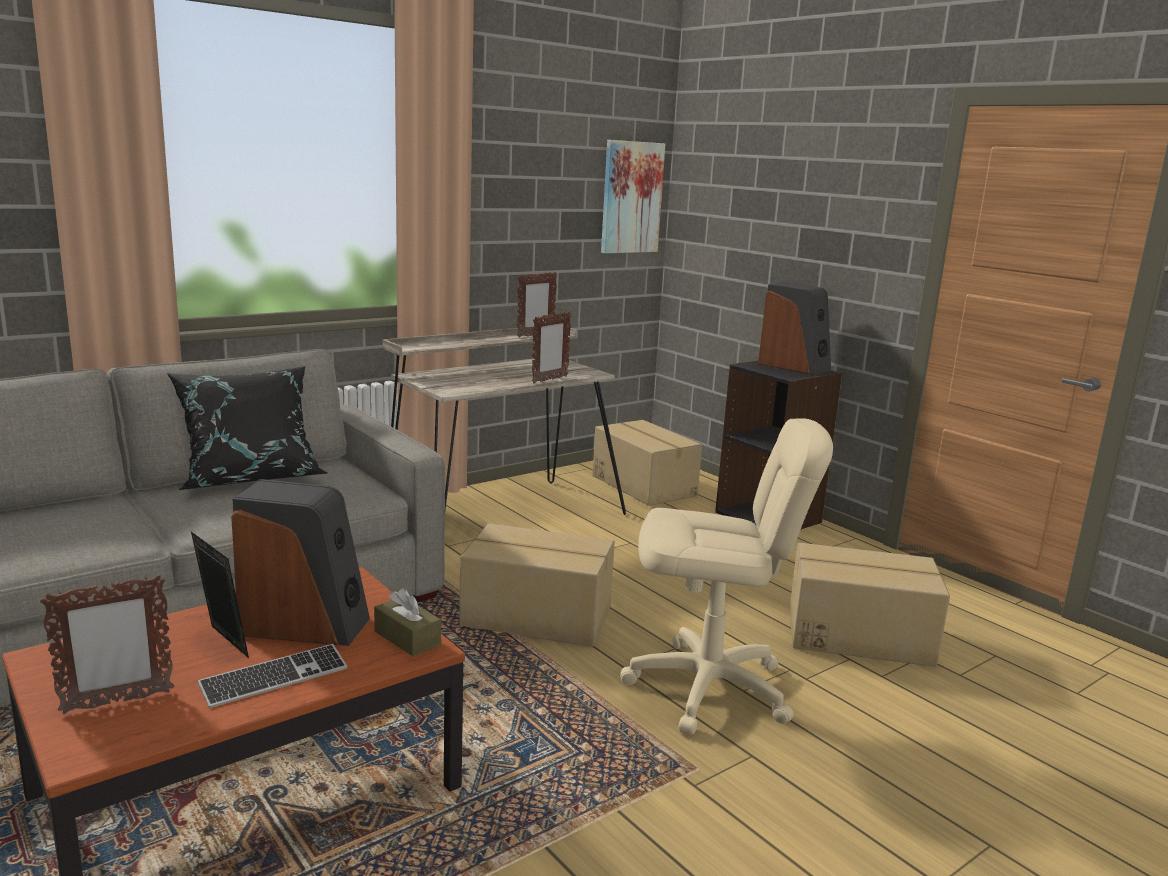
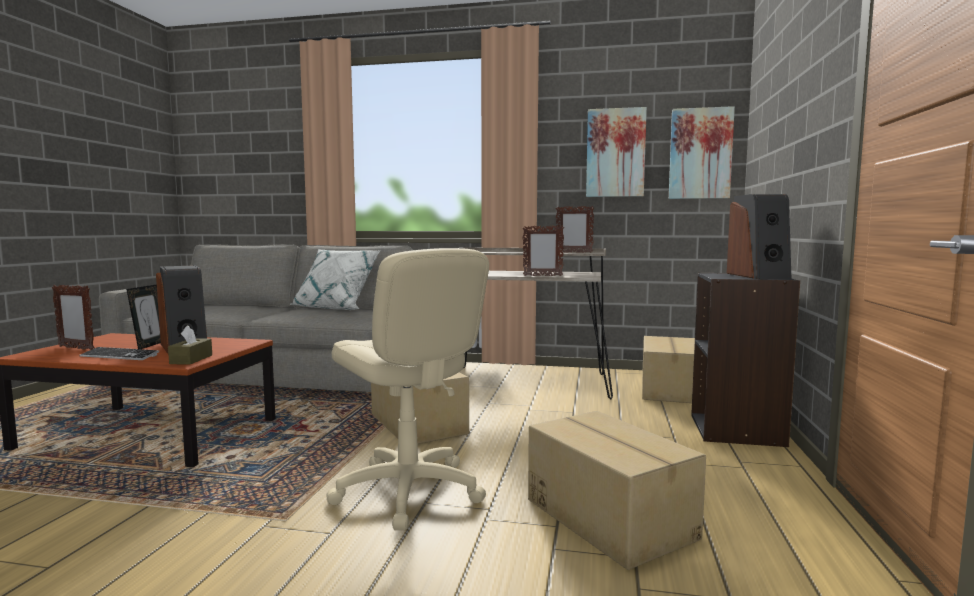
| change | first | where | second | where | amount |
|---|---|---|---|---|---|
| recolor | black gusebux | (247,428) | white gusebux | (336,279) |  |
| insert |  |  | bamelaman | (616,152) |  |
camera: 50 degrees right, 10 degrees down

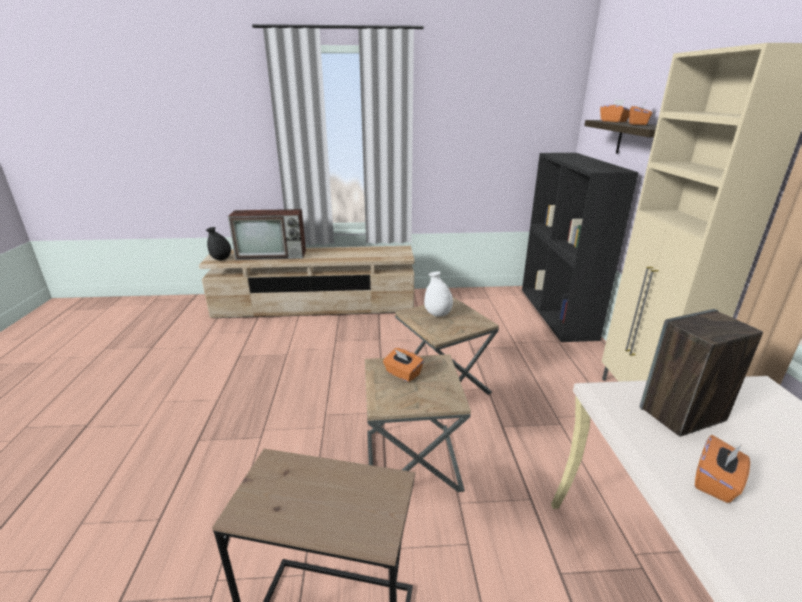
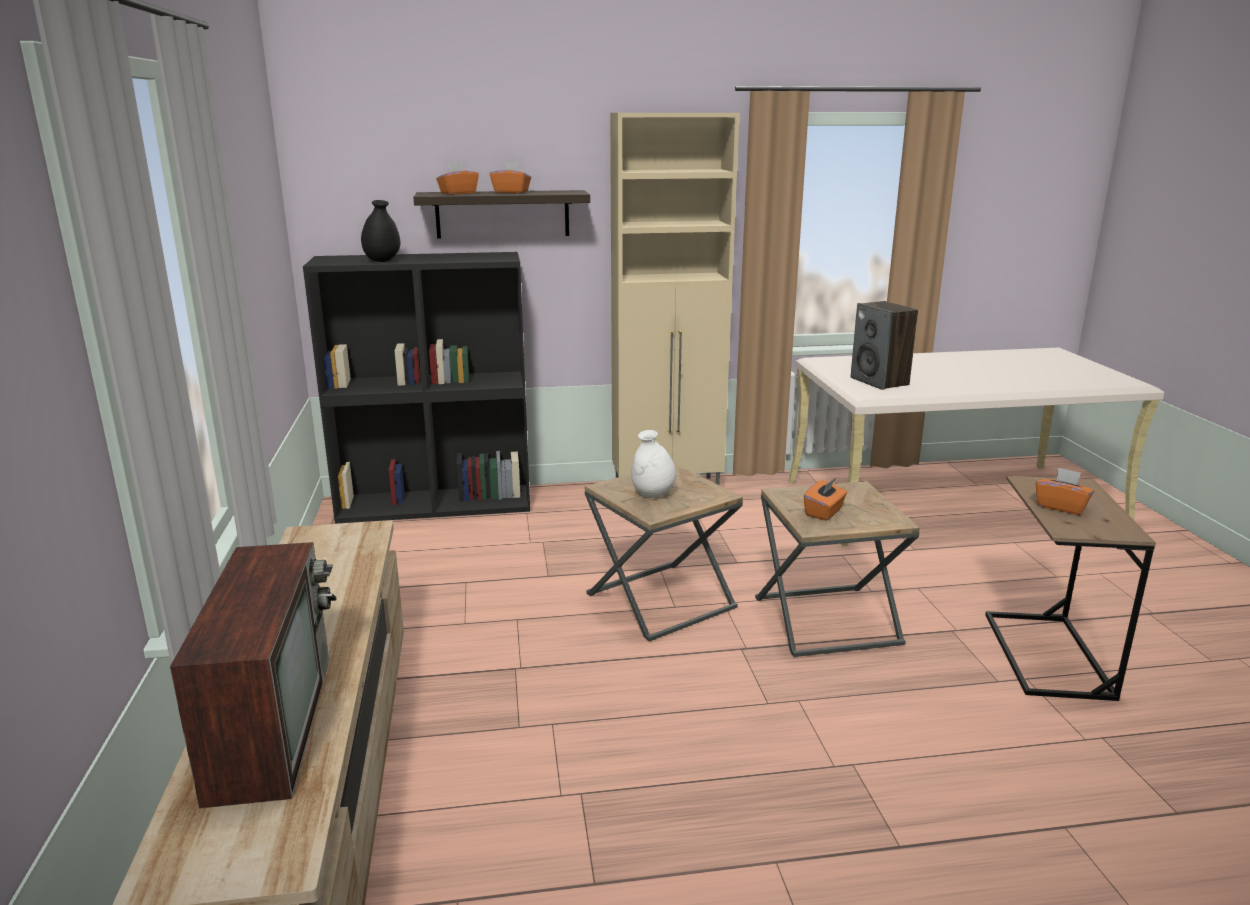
| change | first | where | second | where | amount |
|---|---|---|---|---|---|
| move | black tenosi | (218,244) |  | (381,231) |  |
| move | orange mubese | (722,469) |  | (1065,491) |  |
camera: 95 degrees left, 5 degrees down

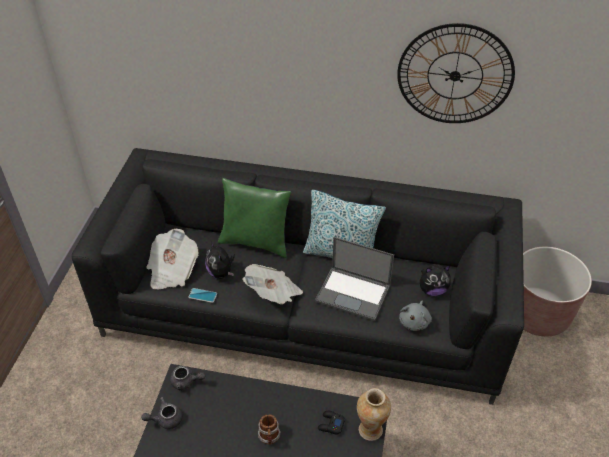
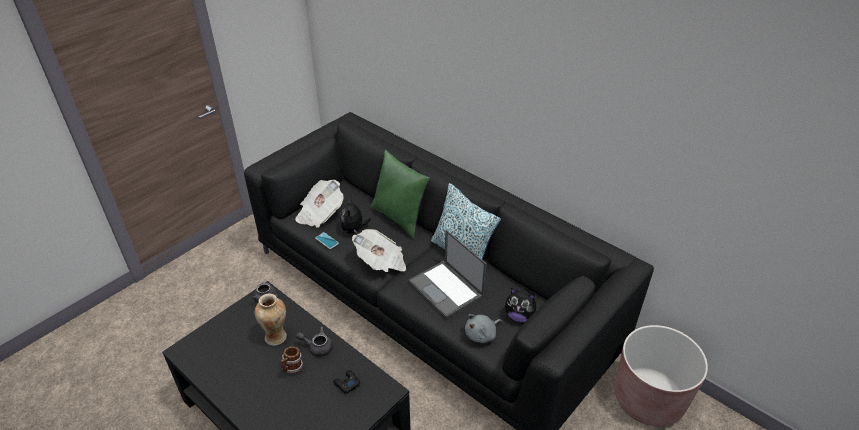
| change | first | where | second | where | amount |
|---|---|---|---|---|---|
| delete | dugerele | (456,73) |  |  |  |
| move | tenosi | (374,414) |  | (271,320) |  |
| move | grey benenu | (162,413) |  | (314,342) |  |
camera: 30 degrees right, 5 degrees down

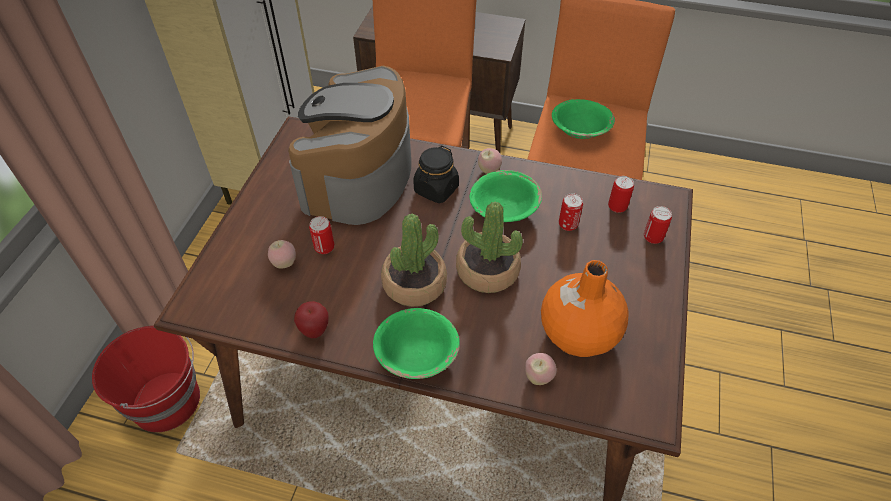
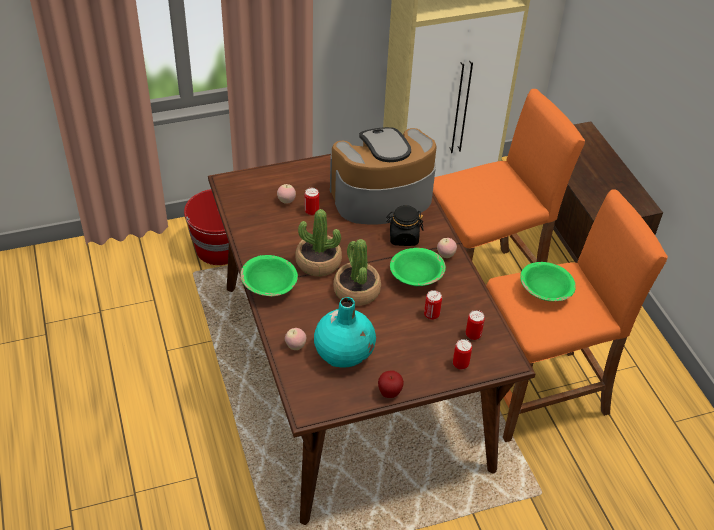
| change | first | where | second | where | amount |
|---|---|---|---|---|---|
| recolor | orange tenosi | (585,308) | turquoise tenosi | (345,332) |  |
| move | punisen | (311,319) |  | (391,384) |  |
camera: 55 degrees right, 5 degrees down

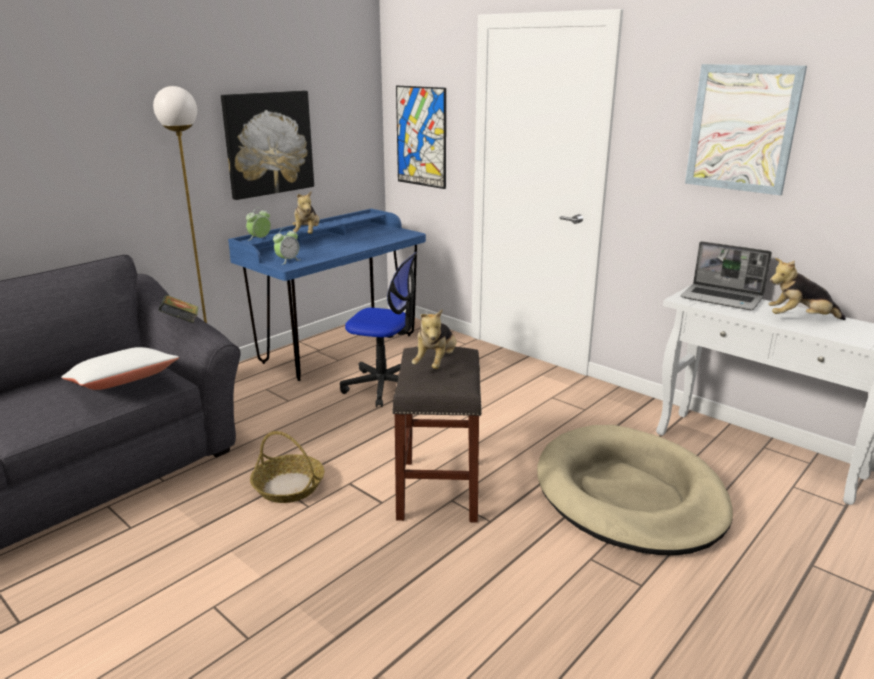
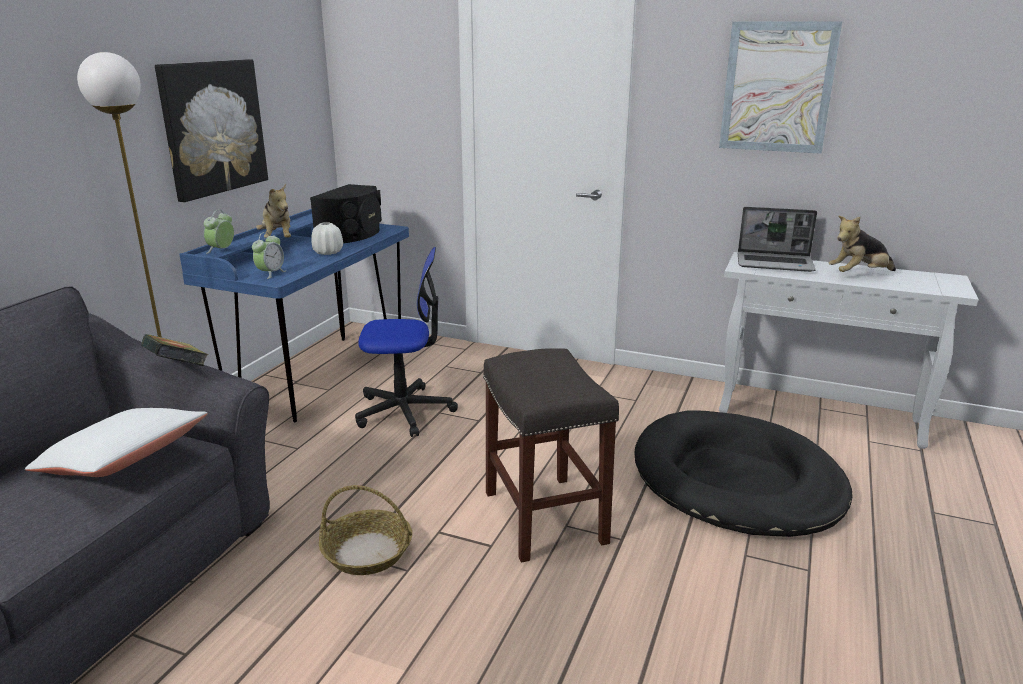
| change | first | where | second | where | amount |
|---|---|---|---|---|---|
| delete | bamelaman | (421,137) |  |  |  |
| delete | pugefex | (434,339) |  |  |  |
| recolor | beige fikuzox | (635,490) | black fikuzox | (744,473) |  |
| insert |  |  | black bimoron | (346,214) |  |
| insert |  |  | white tenosi | (327,238) |  |
camera: 20 degrees left, 0 degrees up

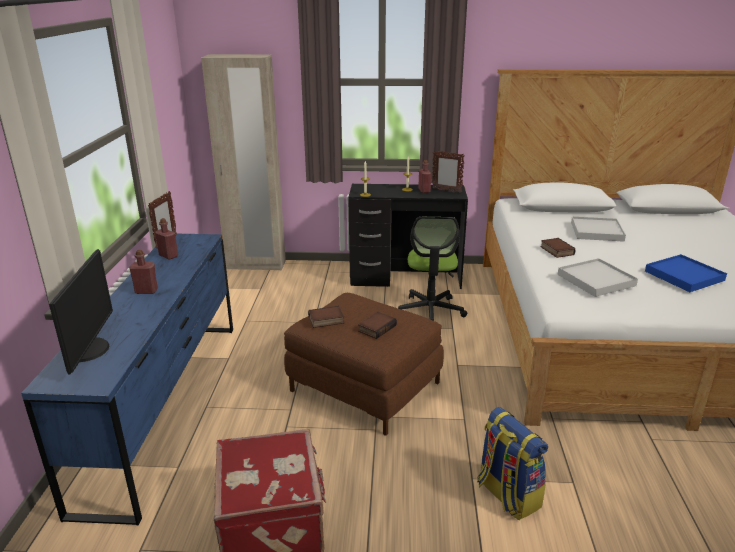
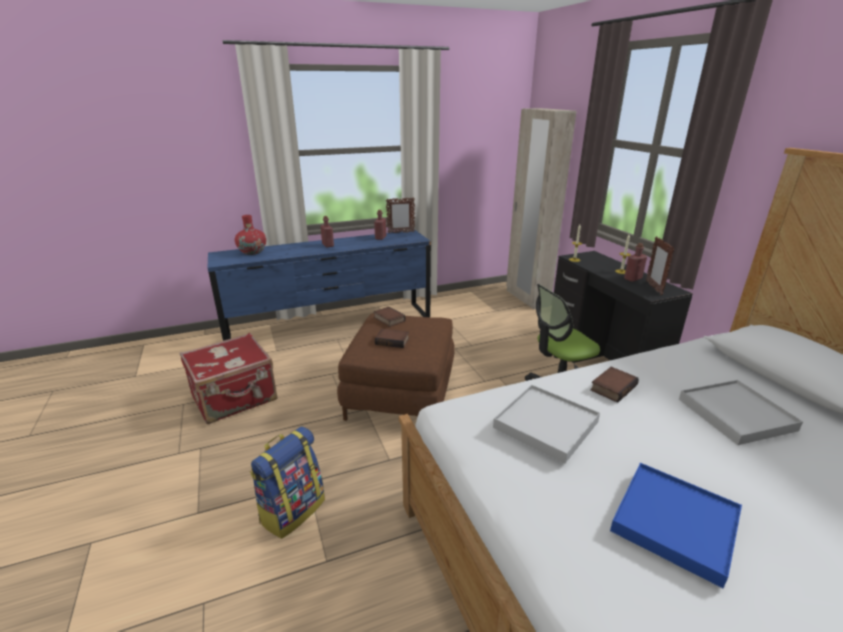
| change | first | where | second | where | amount |
|---|---|---|---|---|---|
| replace | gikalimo | (81,311) | red tenosi | (250,235) |  |
camera: 65 degrees right, 0 degrees up

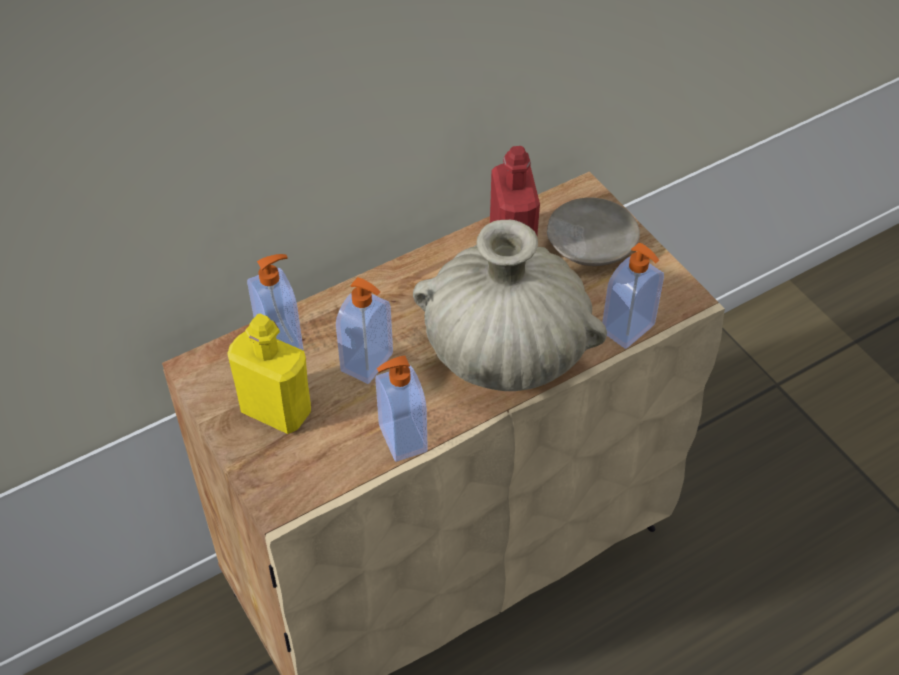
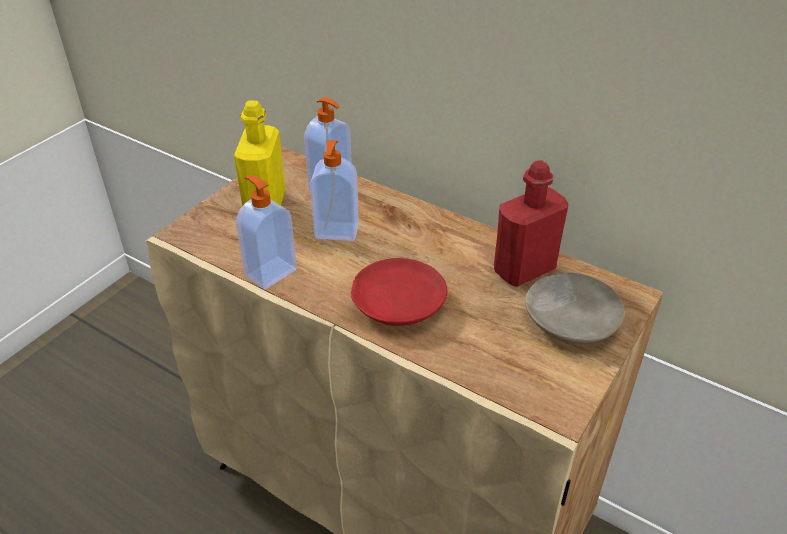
| change | first | where | second | where | amount |
|---|---|---|---|---|---|
| replace | beige tenosi | (510,305) | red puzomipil | (399,292) |  |
| delete | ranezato | (633,296) |  |  |  |
camera: 65 degrees right, 10 degrees down

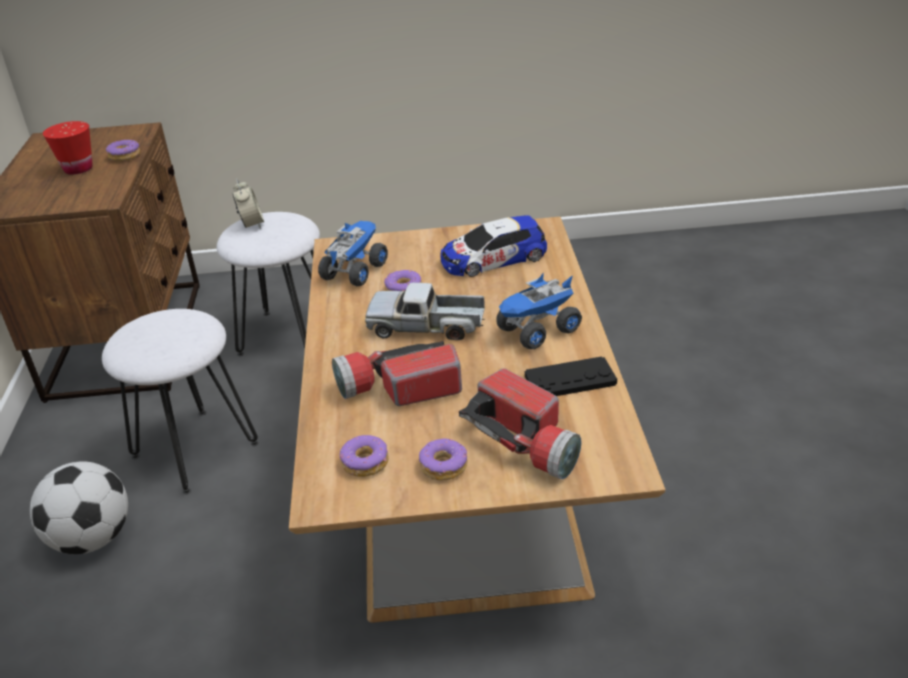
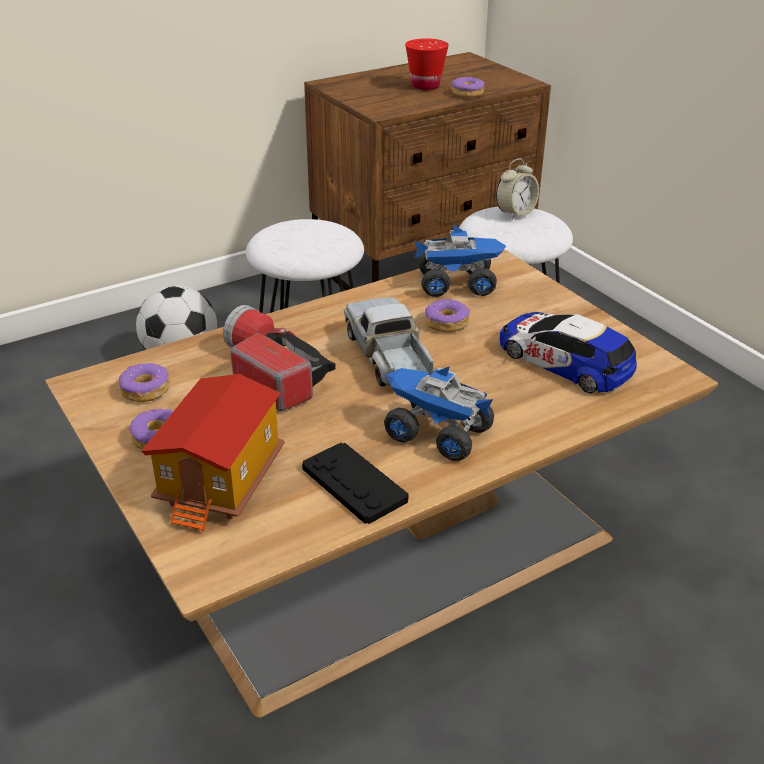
| change | first | where | second | where | amount |
|---|---|---|---|---|---|
| replace | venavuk | (520,424) | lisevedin | (213,453) |  |
camera: 60 degrees right, 0 degrees up

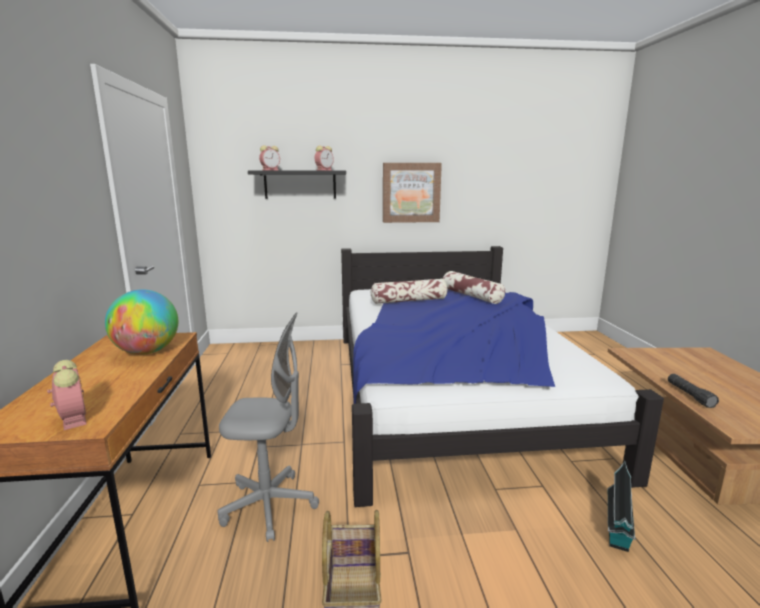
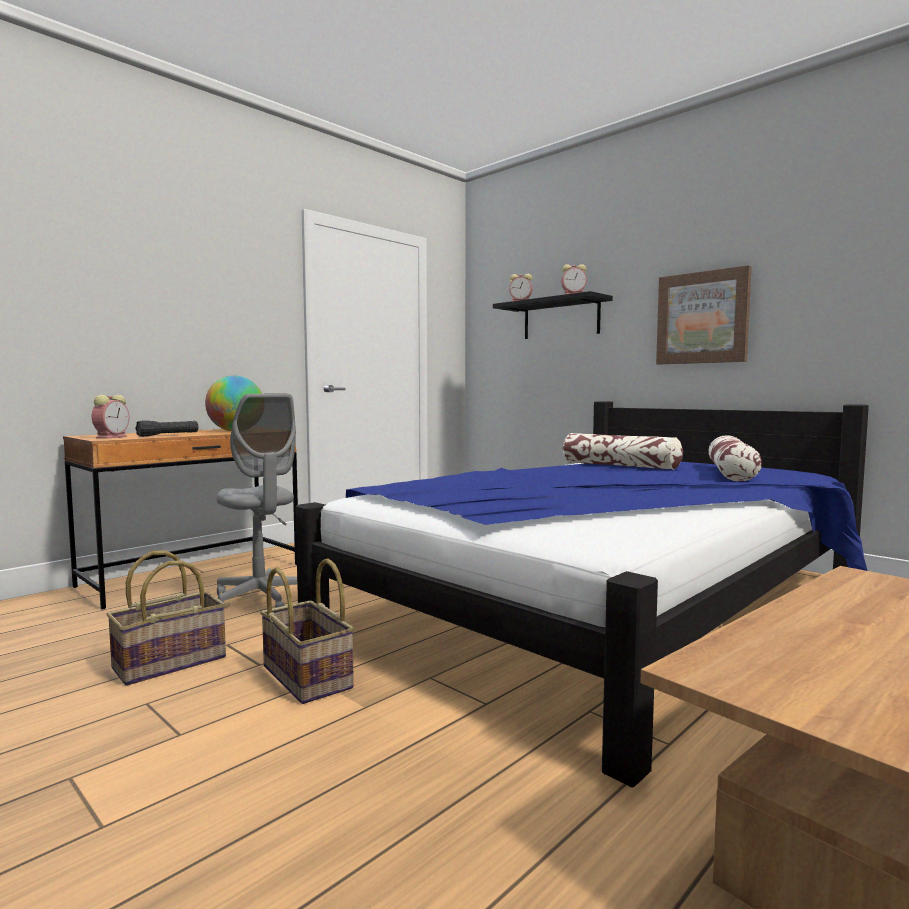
| change | first | where | second | where | amount |
|---|---|---|---|---|---|
| move | black venavuk | (693,391) |  | (167,428) |  |
| delete | lisevedin | (621,506) |  |  |  |
| insert |  |  | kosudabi | (307,631) |  |
camera: 50 degrees right, 10 degrees down

